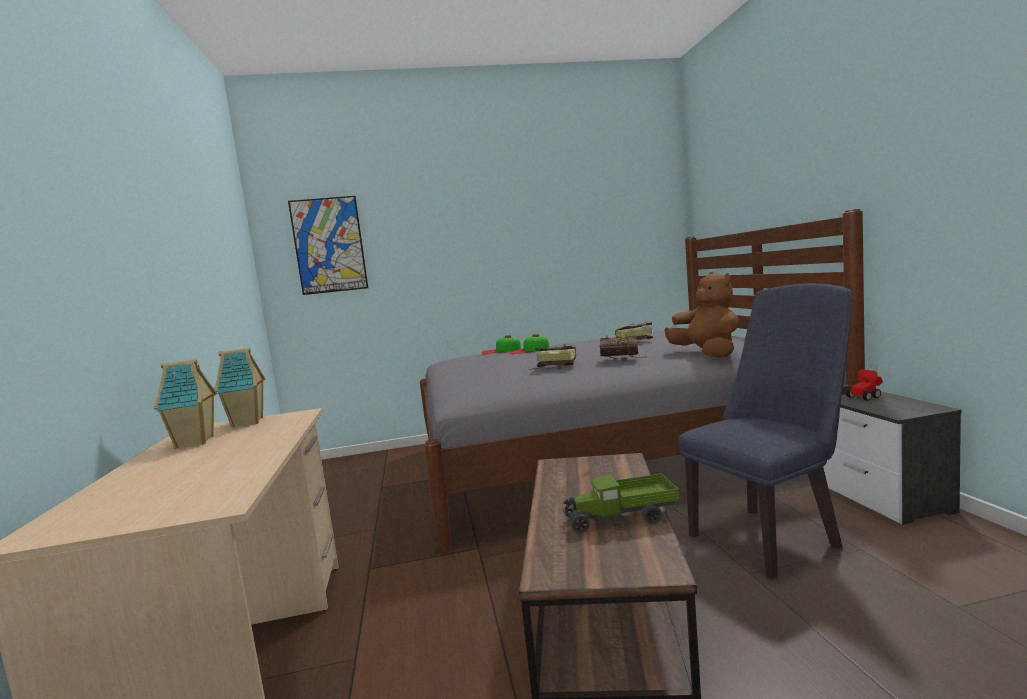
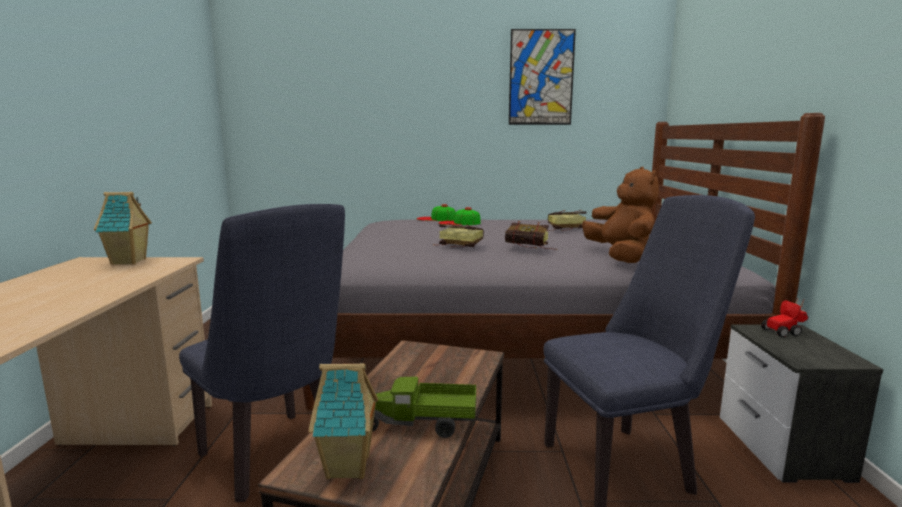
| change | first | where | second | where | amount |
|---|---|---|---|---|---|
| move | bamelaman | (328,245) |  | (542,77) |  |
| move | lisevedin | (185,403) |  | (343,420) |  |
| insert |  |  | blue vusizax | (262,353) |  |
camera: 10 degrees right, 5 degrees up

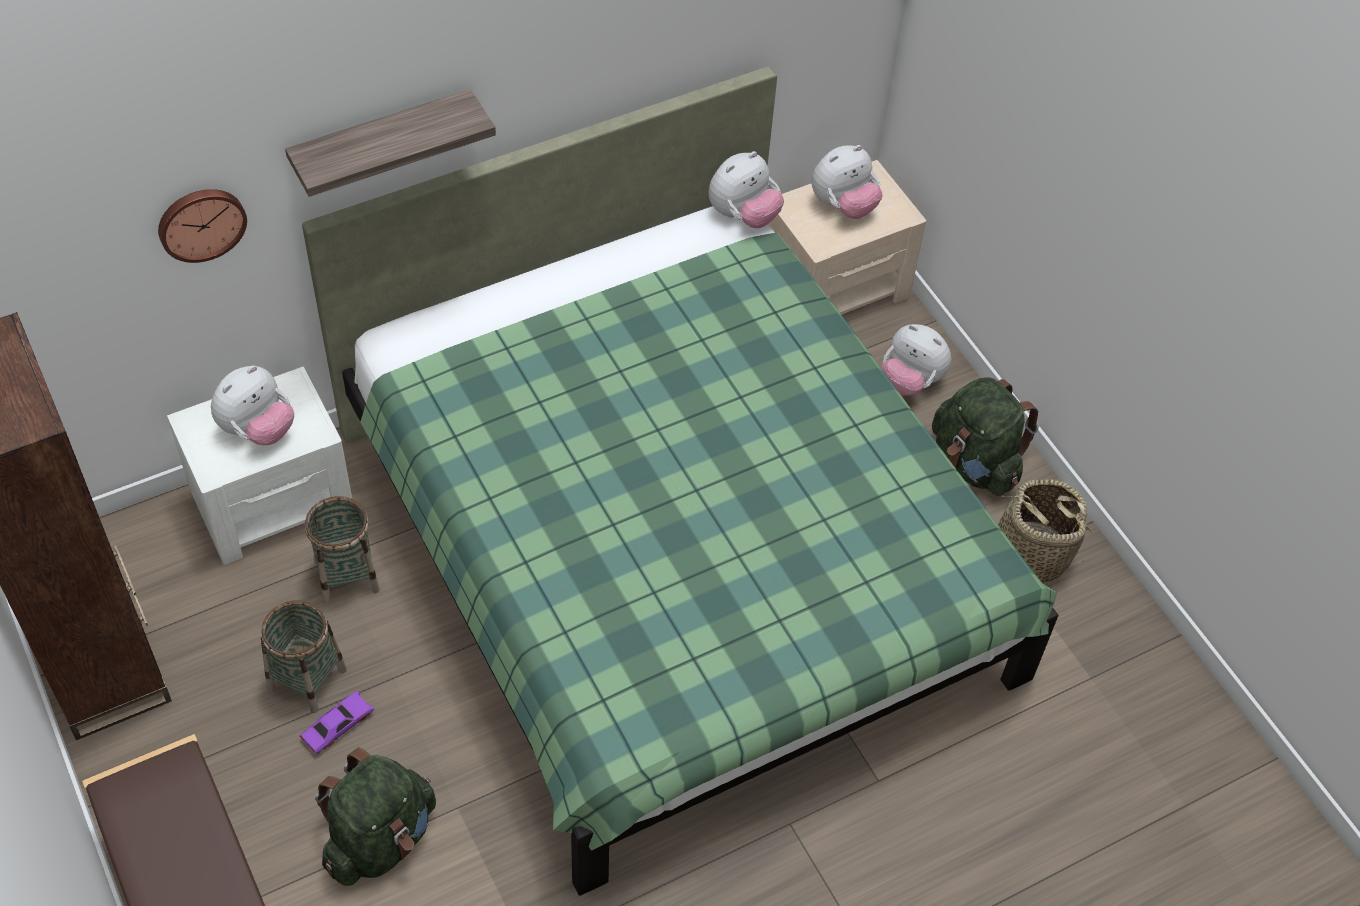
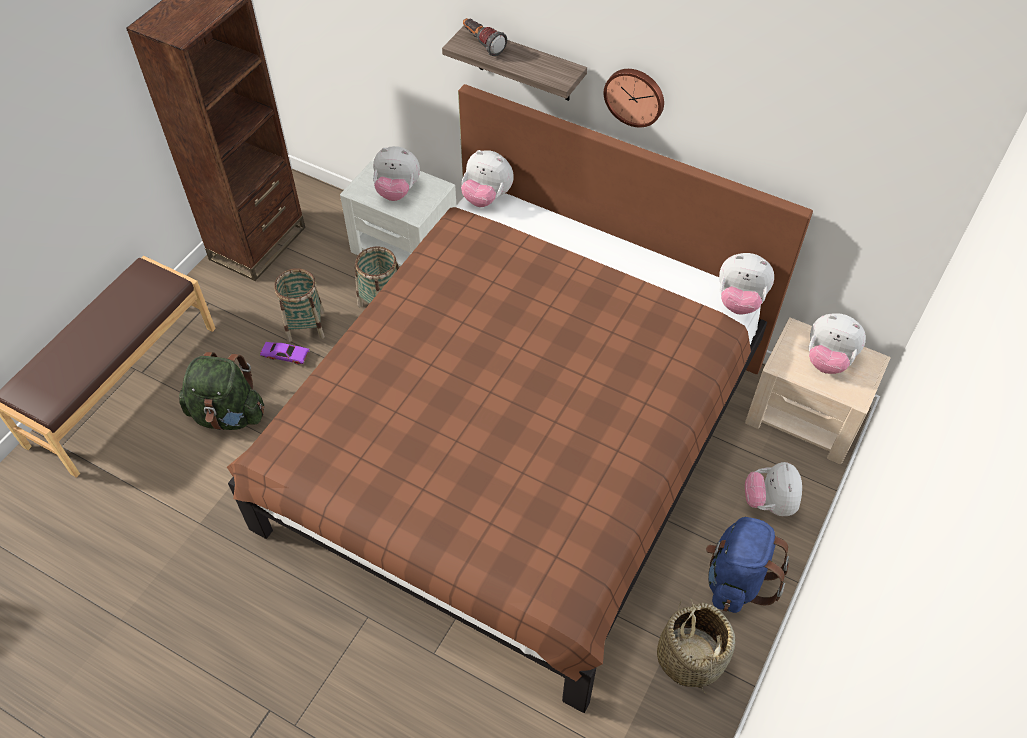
| change | first | where | second | where | amount |
|---|---|---|---|---|---|
| recolor | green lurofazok | (680,480) | brown lurofazok | (520,398) |  |
| move | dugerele | (202,226) |  | (634,98) |  |
| recolor | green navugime | (985,436) | blue navugime | (747,565) |  |
| insert |  |  | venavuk | (485,37) |  |
| insert |  |  | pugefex | (487,178) |  |
camera: 60 degrees right, 0 degrees up

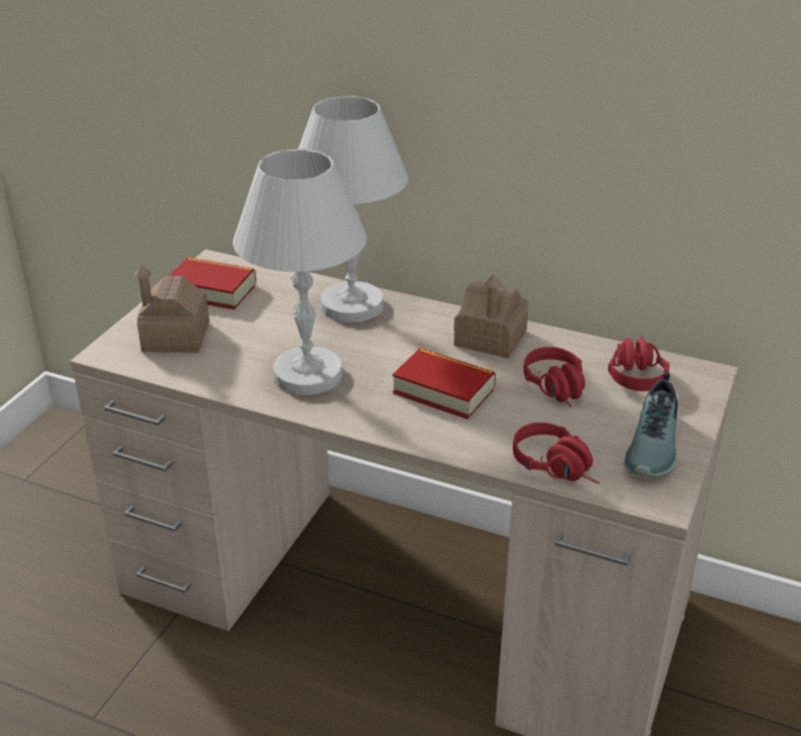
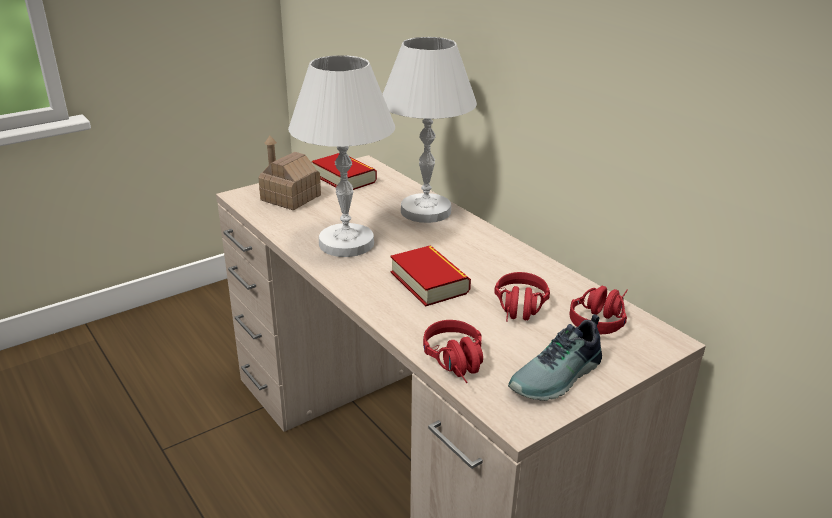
| change | first | where | second | where | amount |
|---|---|---|---|---|---|
| delete | lisevedin | (491,316) |  |  |  |
camera: 30 degrees right, 5 degrees down

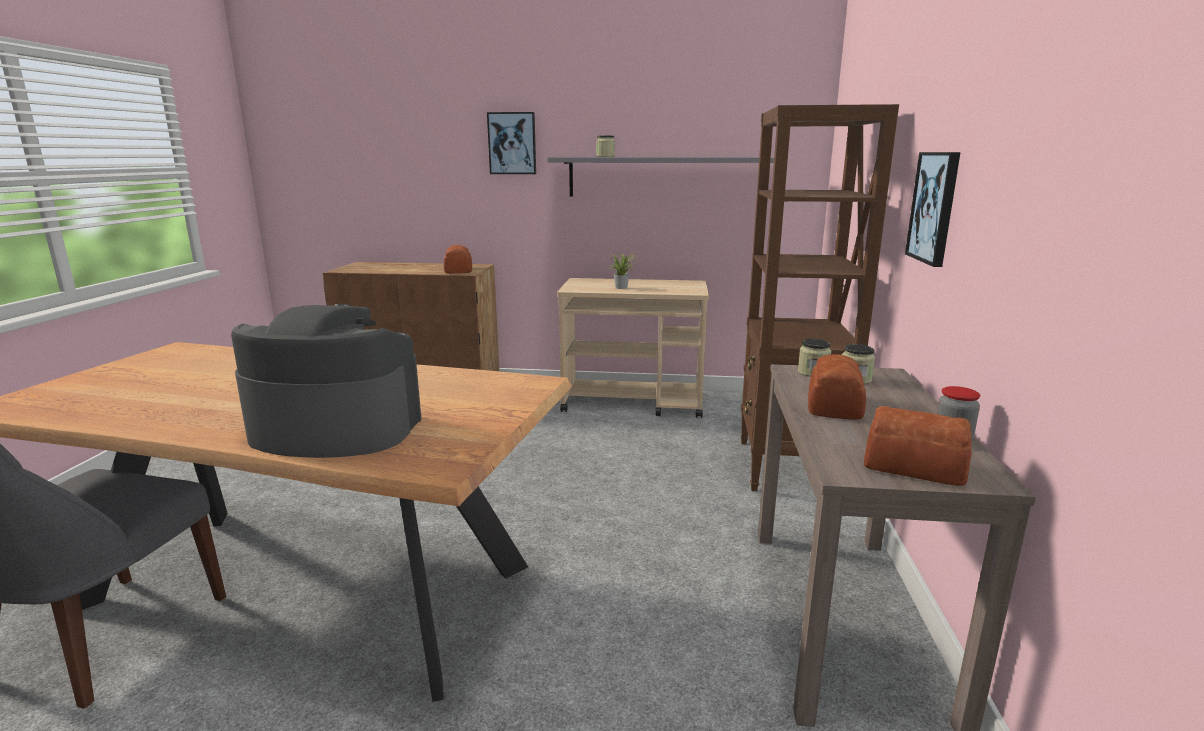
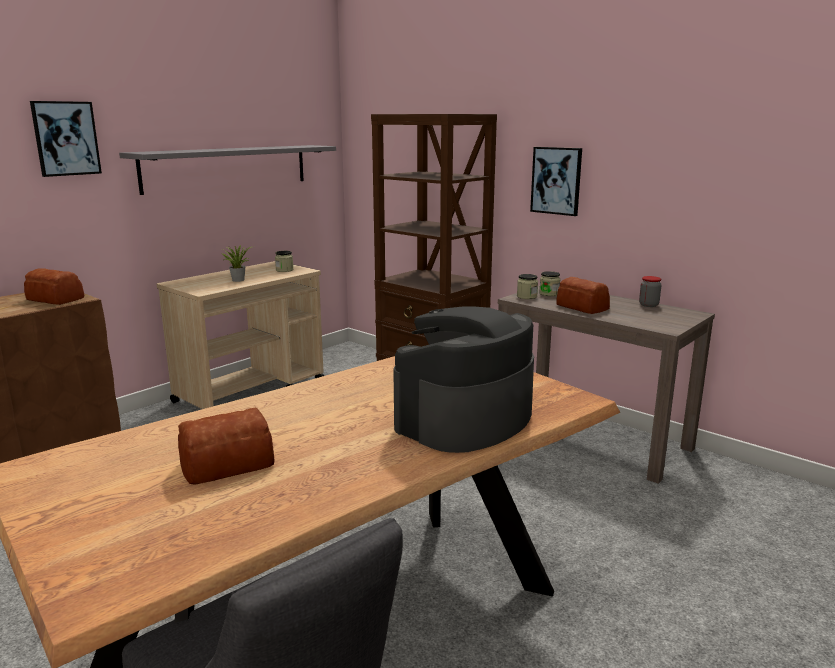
| change | first | where | second | where | amount |
|---|---|---|---|---|---|
| move | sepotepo | (605,146) |  | (284,261) |  |
| move | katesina | (918,446) |  | (226,446) |  |
camera: 55 degrees left, 0 degrees up

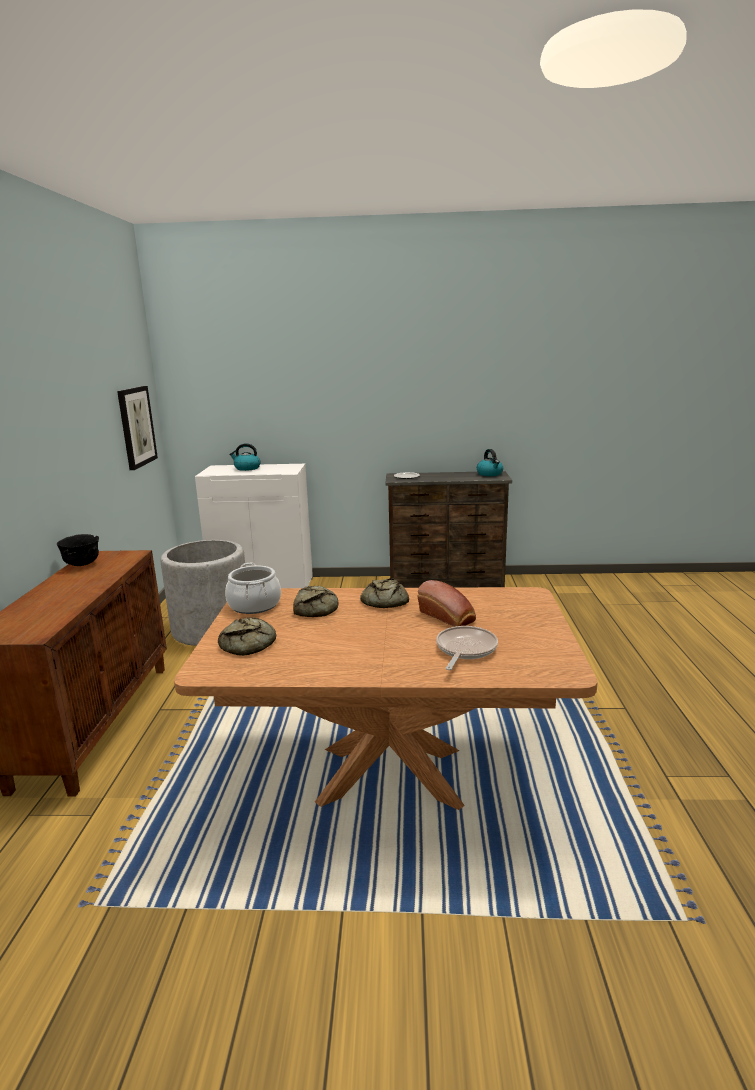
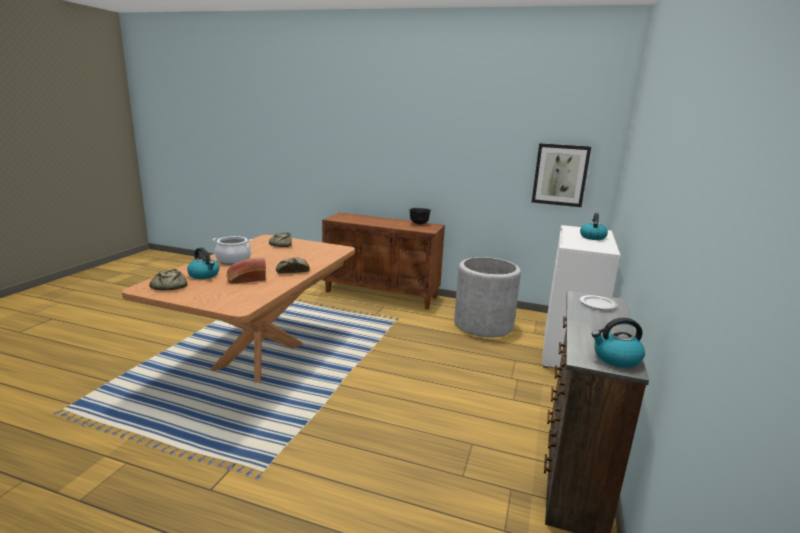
| change | first | where | second | where | amount |
|---|---|---|---|---|---|
| move | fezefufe | (253,588) |  | (232,250) |  |
| move | katesina | (316,601) |  | (168,280) |  |
| replace | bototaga | (467,648) | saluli | (203,263) |  |
camera: 105 degrees right, 0 degrees up

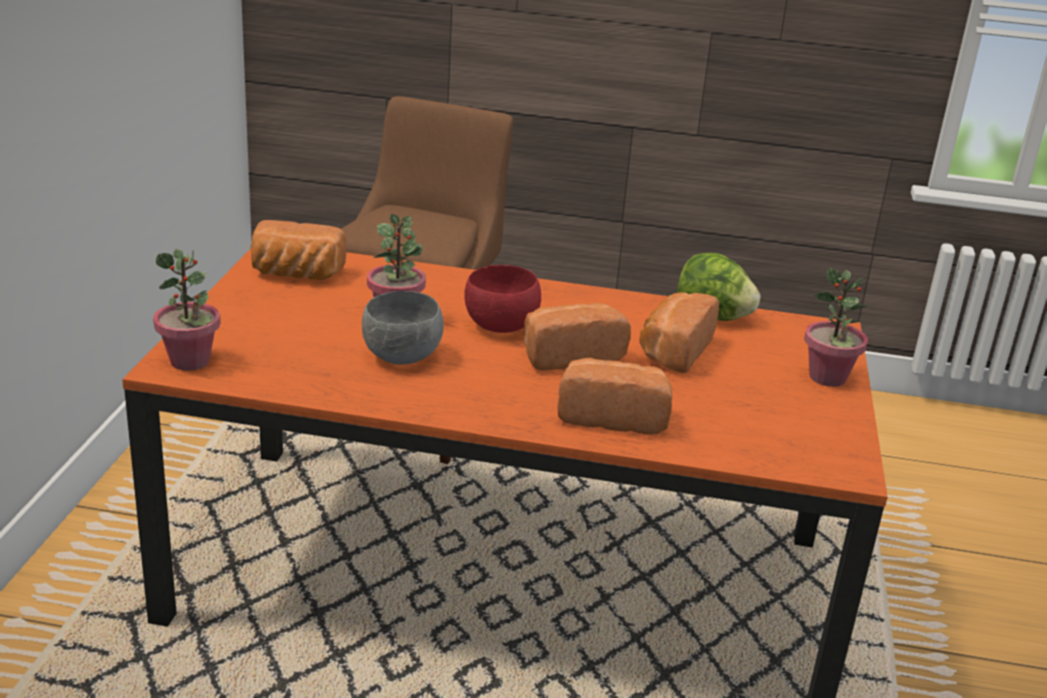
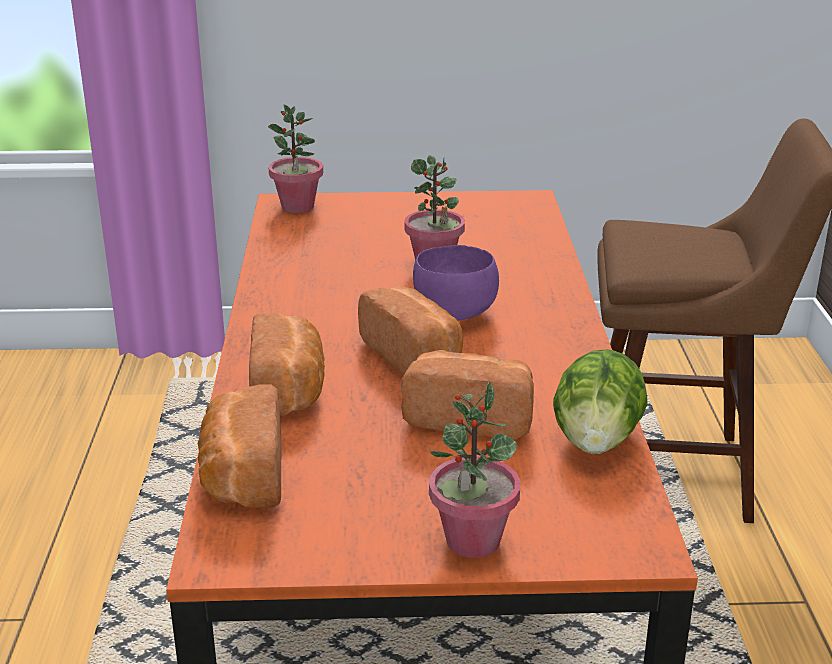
| change | first | where | second | where | amount |
|---|---|---|---|---|---|
| move | katesina | (299,250) |  | (239,446) |  |
| recolor | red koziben | (502,299) | purple koziben | (456,283) |  |
| delete | grey koziben | (402,328) |  |  |  |
camera: 80 degrees right, 0 degrees up

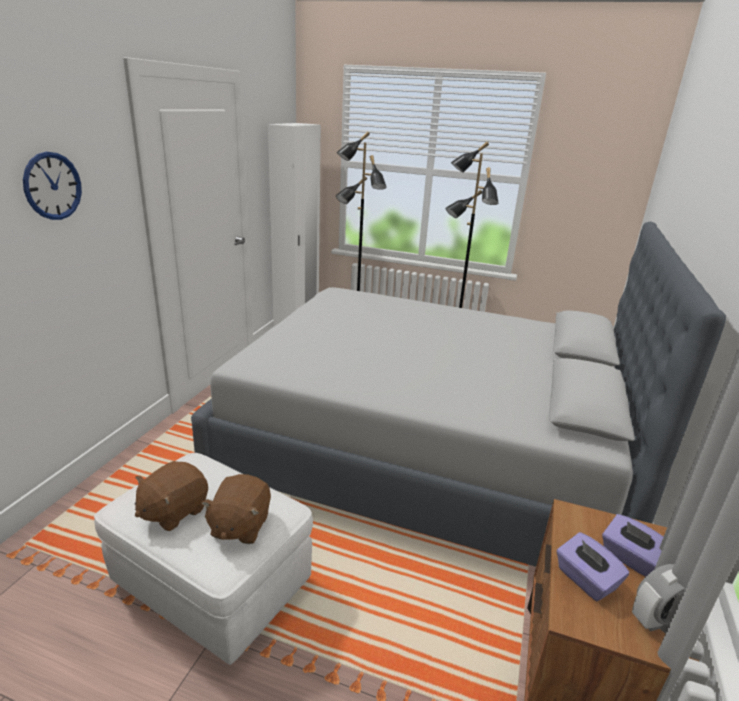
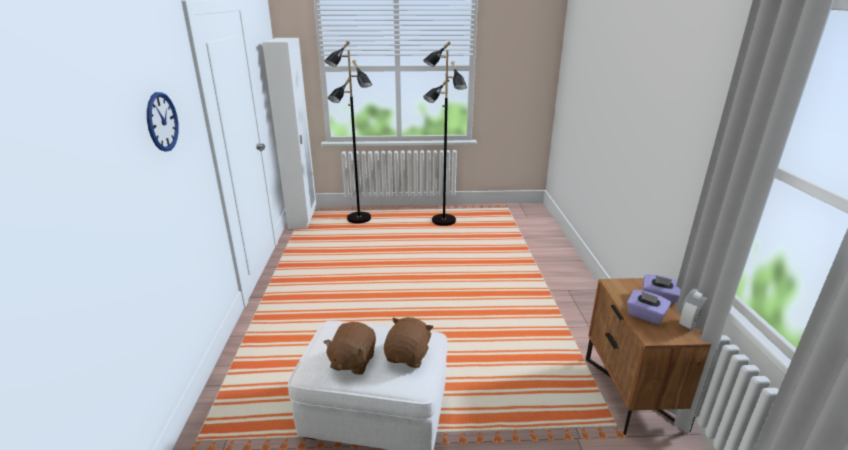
| change | first | where | second | where | amount |
|---|---|---|---|---|---|
| delete | grey lurofazok | (458,394) |  |  |  |
| rotate | brown pugefex | (236,509) |  | (408,342) | 150 degrees counterclockwise |
camera: 20 degrees left, 0 degrees up

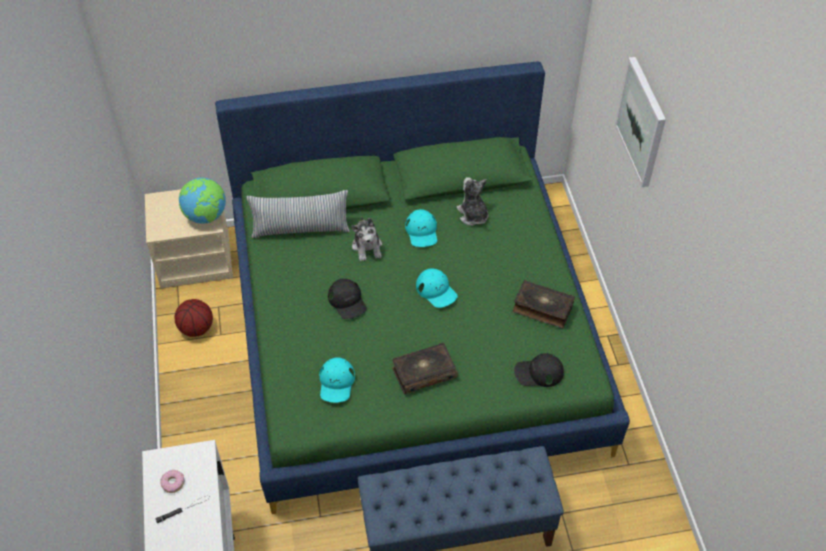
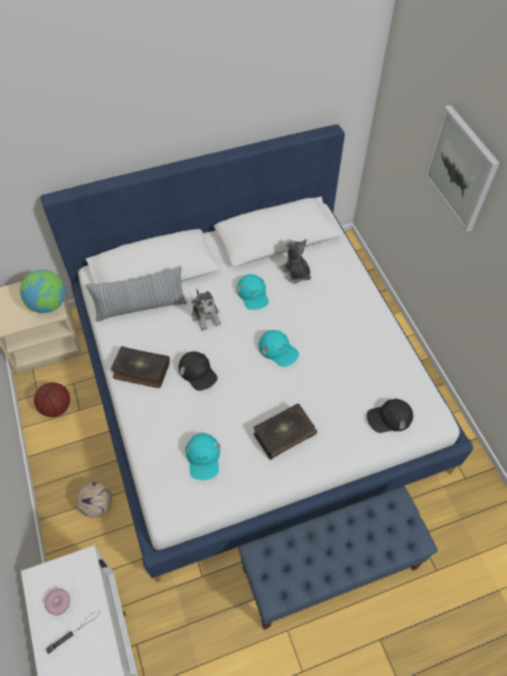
| change | first | where | second | where | amount |
|---|---|---|---|---|---|
| recolor | green lurofazok | (422,288) | white lurofazok | (257,353) |  |
| move | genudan | (544,304) |  | (140,367) |  |
| insert |  |  | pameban | (94,499) |  |
camera: 10 degrees left, 5 degrees up

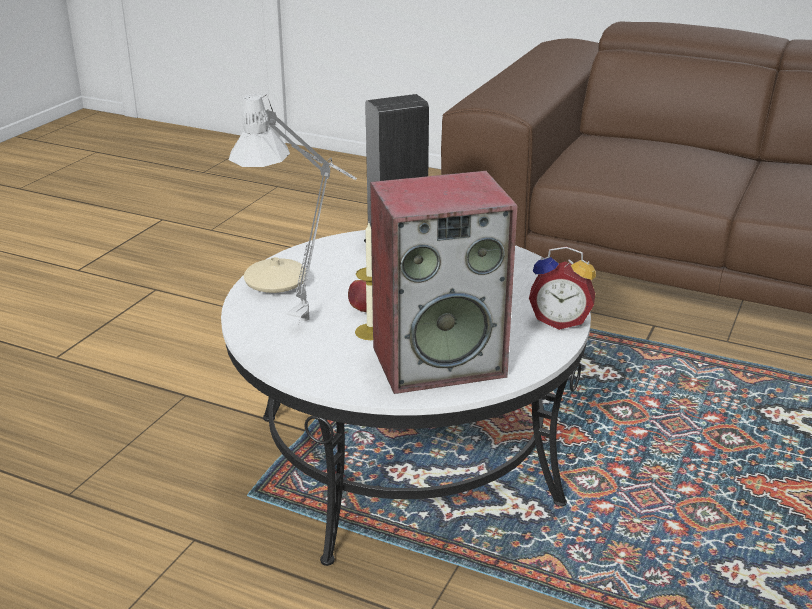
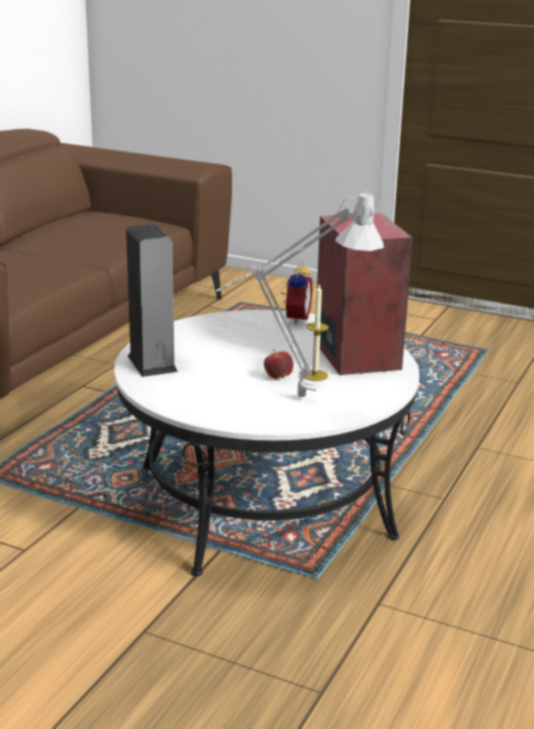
| change | first | where | second | where | amount |
|---|---|---|---|---|---|
| delete | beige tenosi | (274,275) |  |  |  |
camera: 90 degrees left, 5 degrees down

